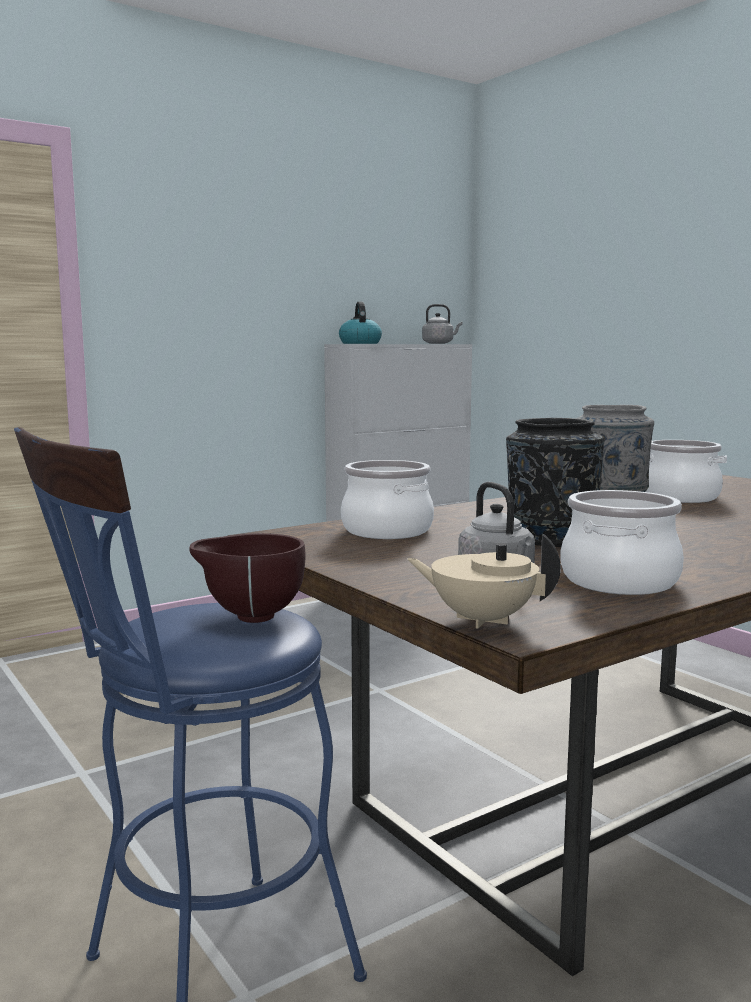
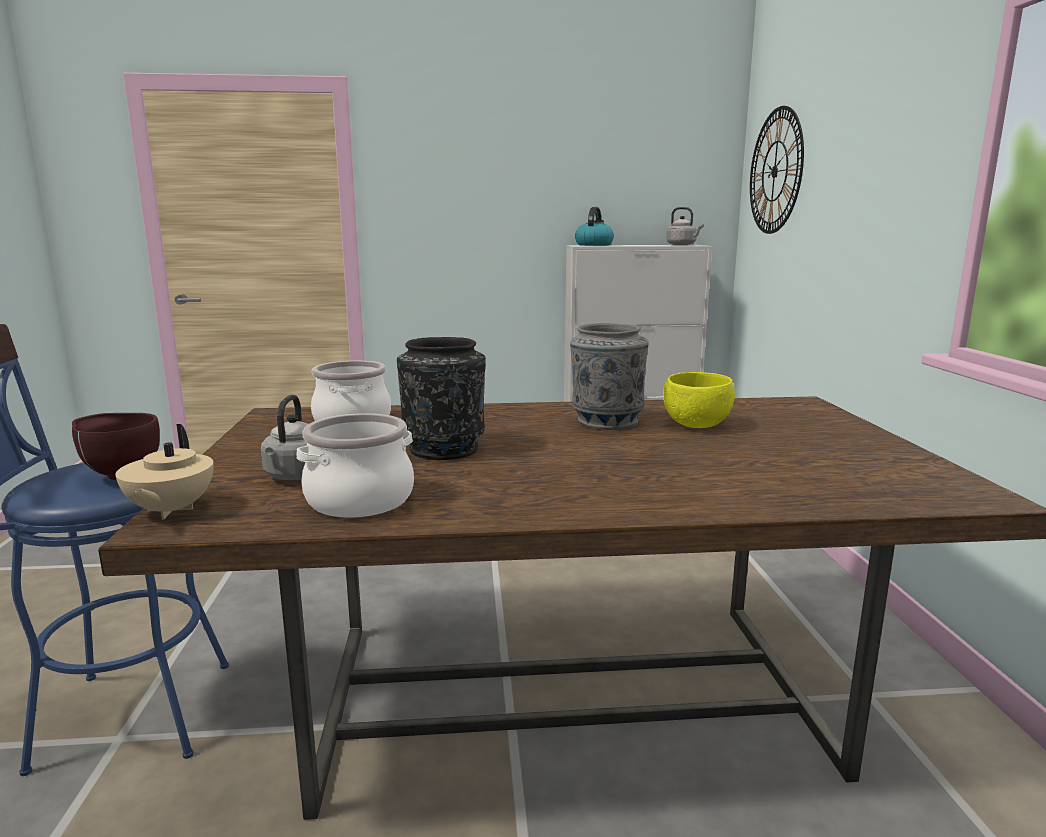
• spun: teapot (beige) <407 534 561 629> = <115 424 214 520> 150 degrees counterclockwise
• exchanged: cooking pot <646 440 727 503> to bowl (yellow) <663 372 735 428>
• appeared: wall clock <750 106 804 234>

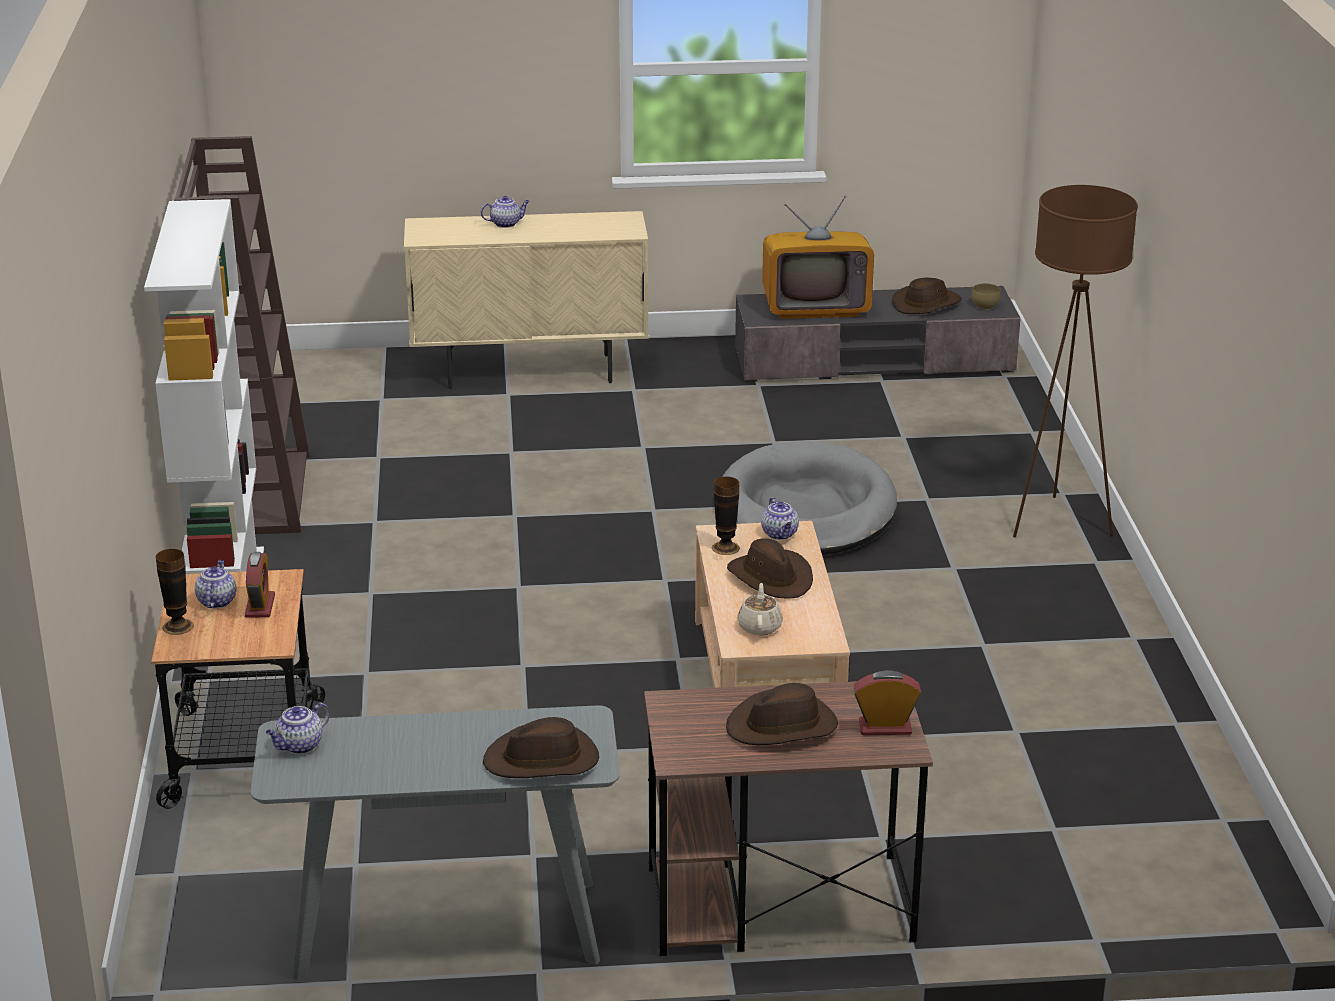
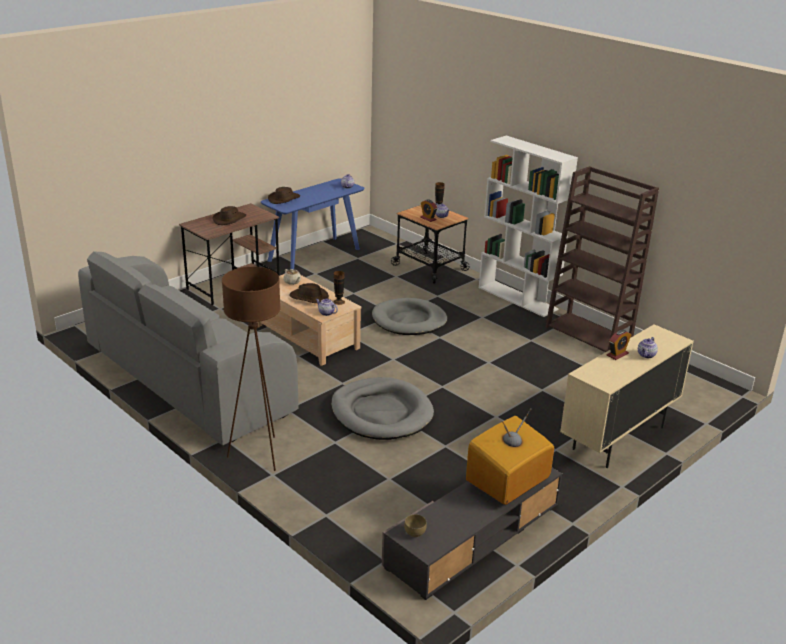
• appeared: sofa (grey) <78 251 299 445>
• colour: console table (grey) <250 705 620 981> to console table (blue) <261 178 365 269>
• appeared: dog bed (grey) <372 298 447 335>
• relocated: alarm clock <853 670 921 735> to <607 330 631 360>
• missing: hat (brown) <892 278 962 314>

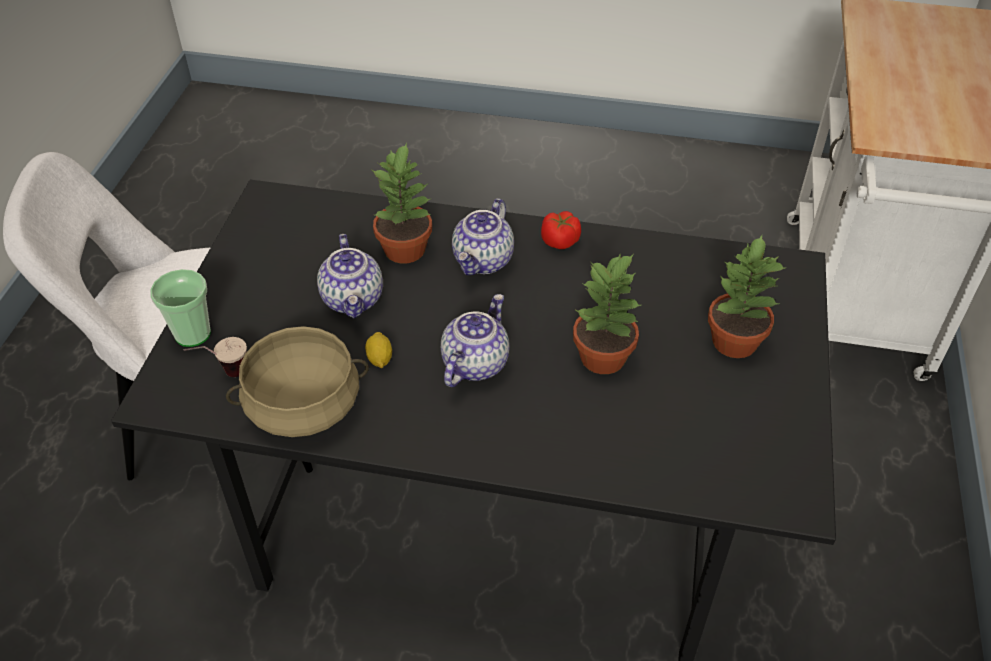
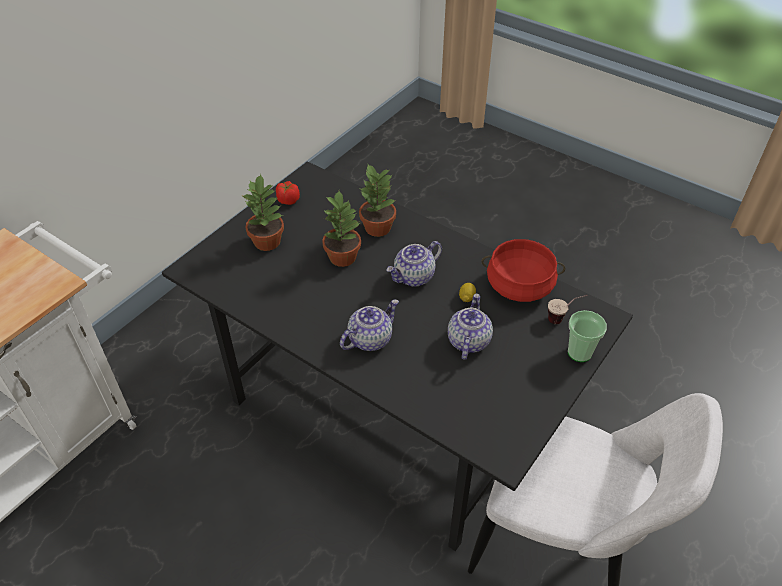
• relocated: tomato <541 211 581 249> to <276 181 300 205>
• relocated: potted plant <372 142 432 263> to <359 163 396 237>
• colour: cooking pot (beige) <226 326 369 437> to cooking pot (red) <481 239 565 302>

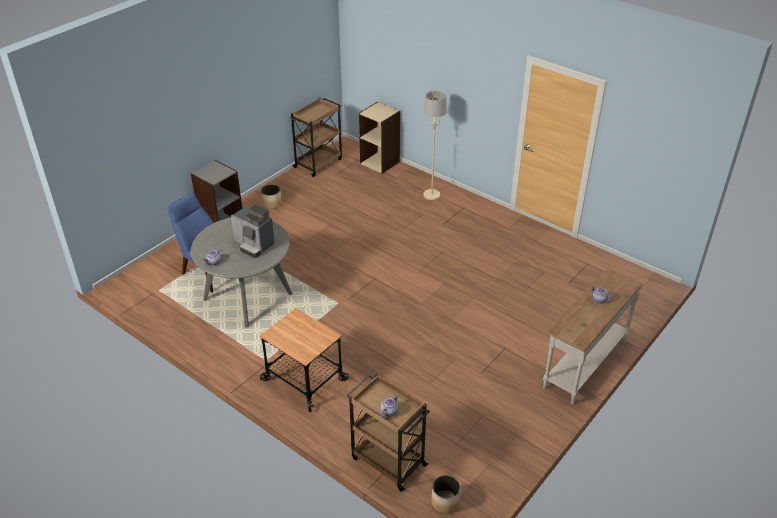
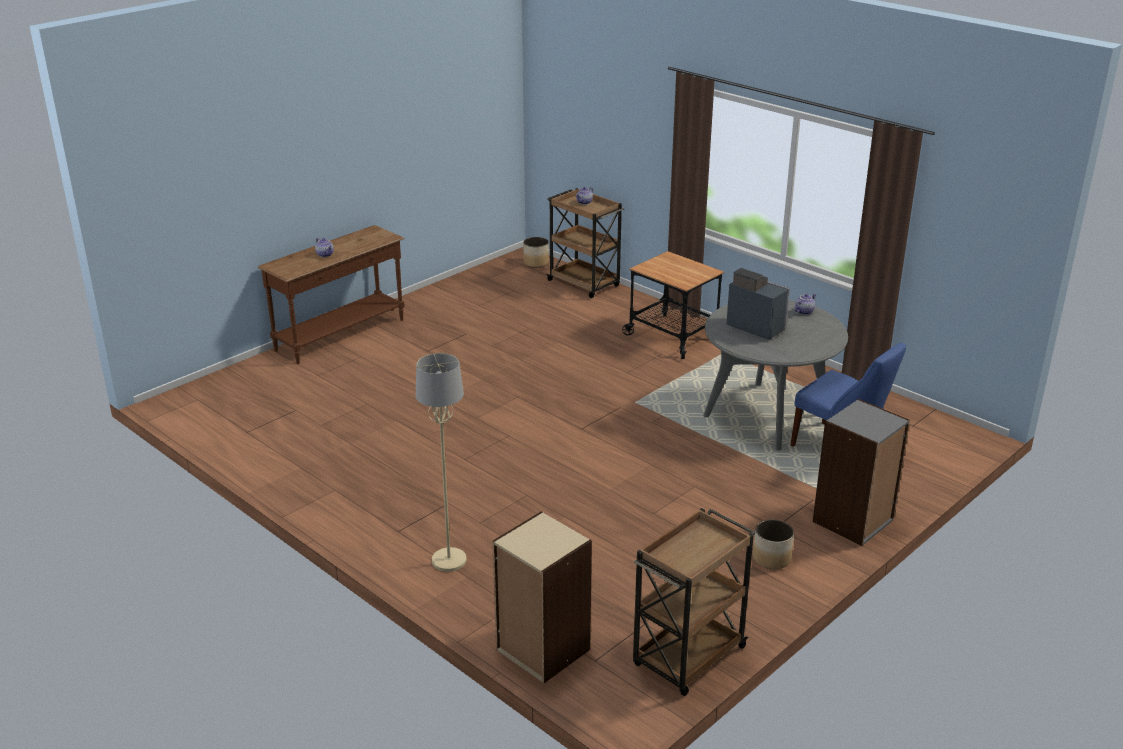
• colour: console table (white) <543 268 643 405> to console table (brown) <258 225 405 364>

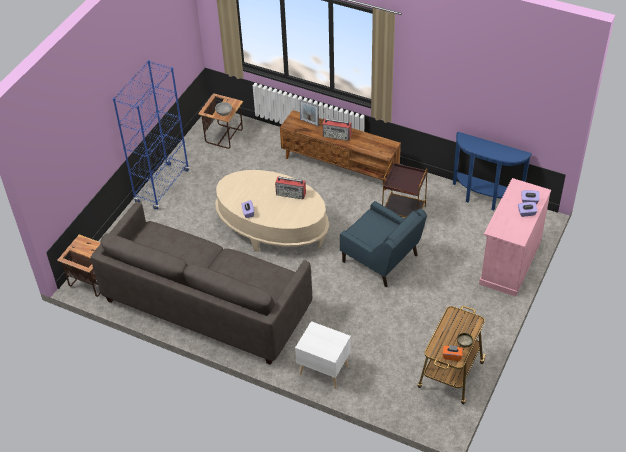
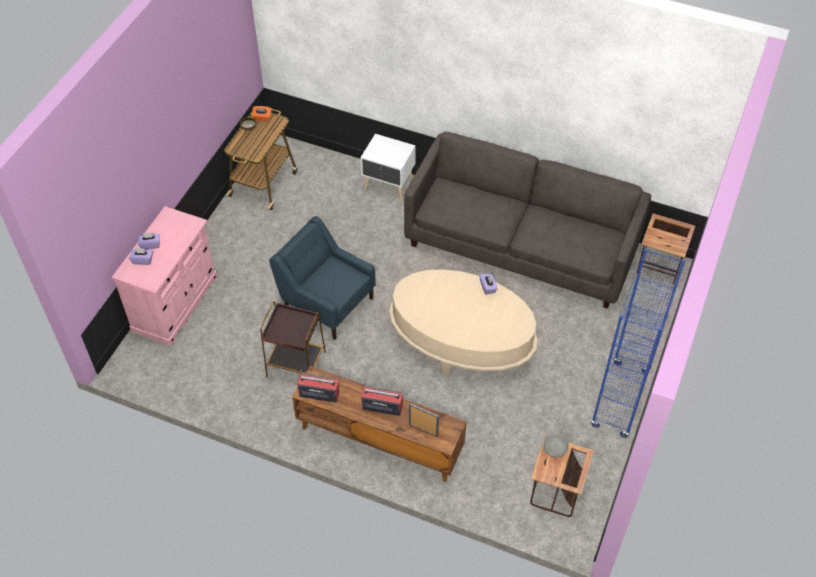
• relocated: radio <275 176 306 199> to <297 370 340 403>
• missing: console table (blue) <453 132 532 210>

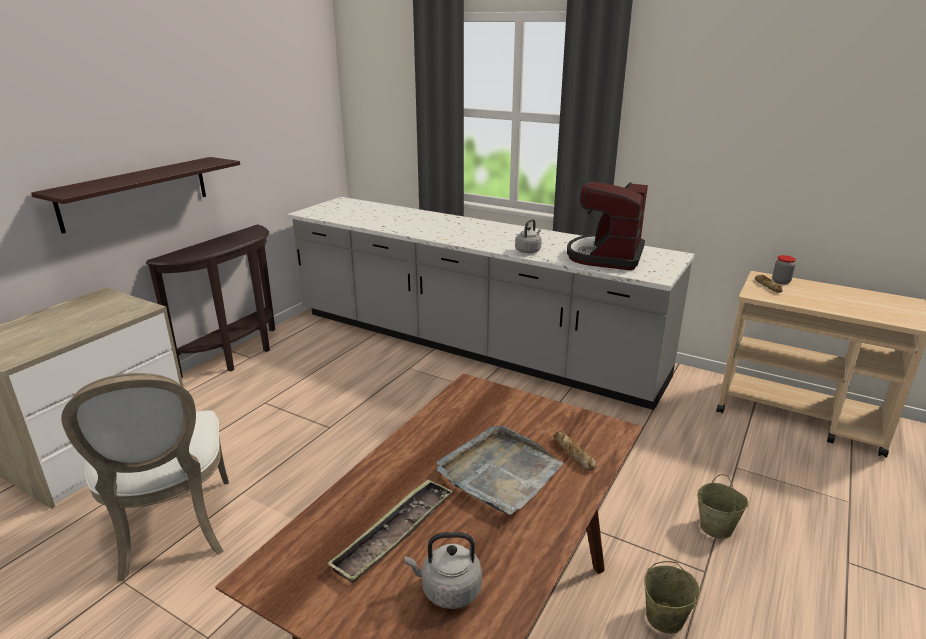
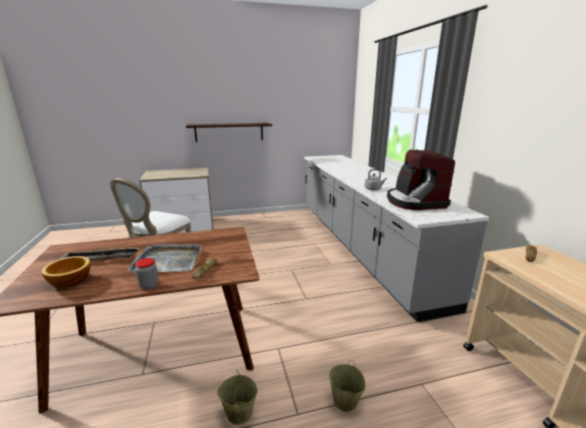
• exchanged: kettle (grey) <405 532 482 609> to bowl <41 256 91 288>
• relocated: jar <772 255 796 284> to <135 258 159 290>
• spun: coffee machine <567 182 648 270> = <387 150 455 210> 75 degrees counterclockwise
• missing: console table (brown) <146 224 275 378>

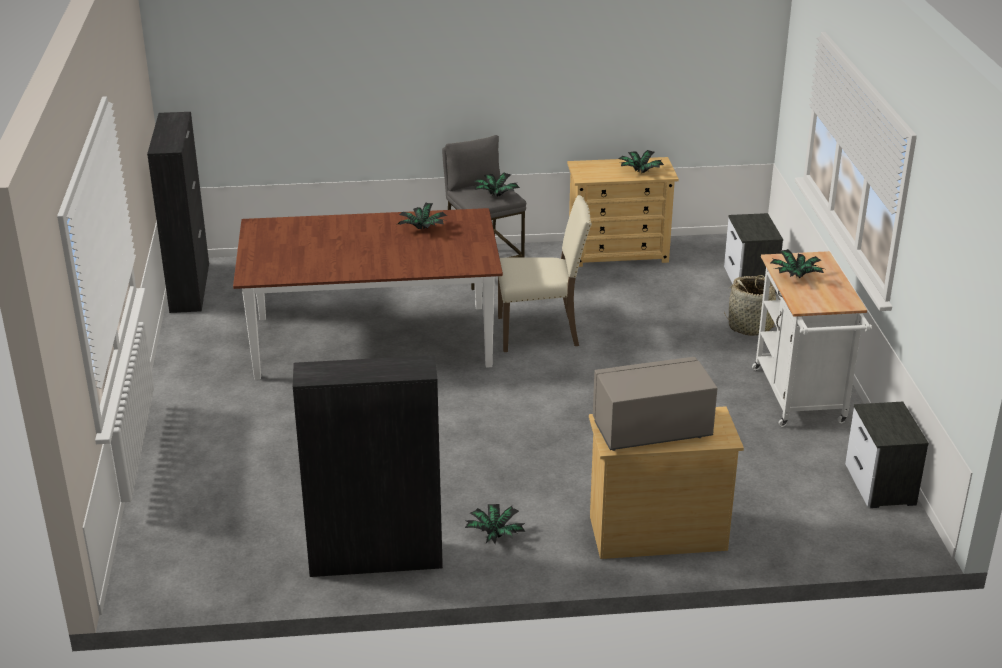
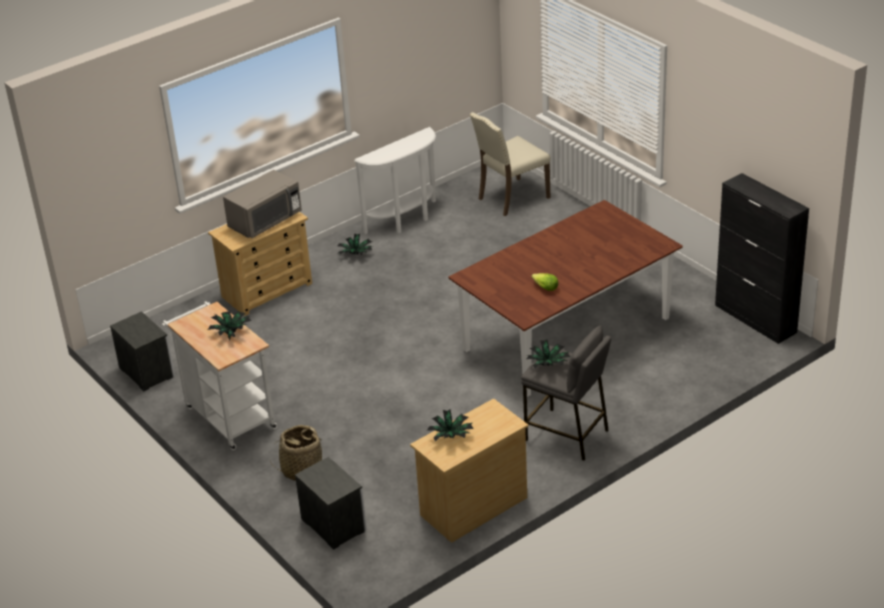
• exchanged: cabinet (black) <293 355 443 577> to console table (white) <354 127 436 234>
• relocated: chair (beige) <498 195 592 352> to <470 112 551 216>
• exchanged: potted plant <398 202 447 230> to lettuce <531 273 558 291>

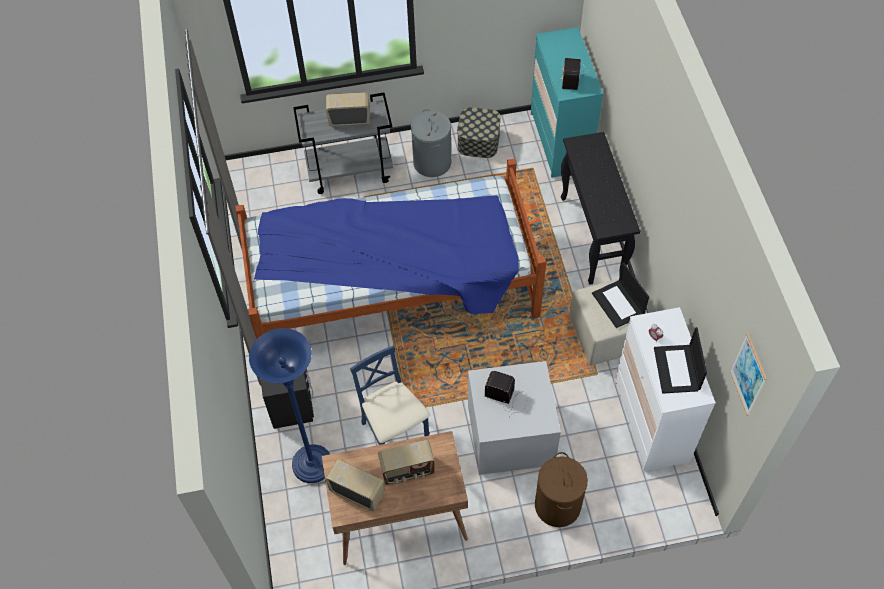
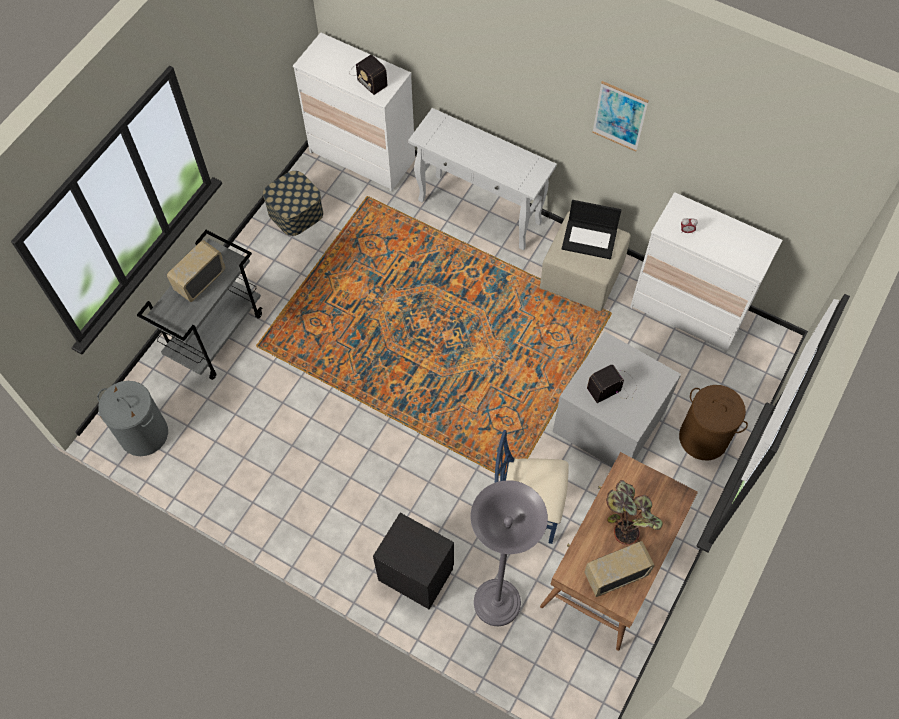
• relocated: laundry basket (grey) <411 109 451 177> to <97 381 168 456>
• colour: dresser (turquoise) <531 27 603 178> to dresser (white) <293 32 415 191>
• colour: console table (black) <561 132 640 285> to console table (white) <408 108 557 250>
• colour: floor lamp (blue) <249 328 330 483> to floor lamp (grey) <471 480 548 626>
• relocated: picture <730 333 767 416> to <592 81 649 152>
• exchanged: radio <378 440 435 485> to potted plant <606 480 663 545>
• missing: bed <235 158 546 339>
• missing: laptop <654 327 707 394>

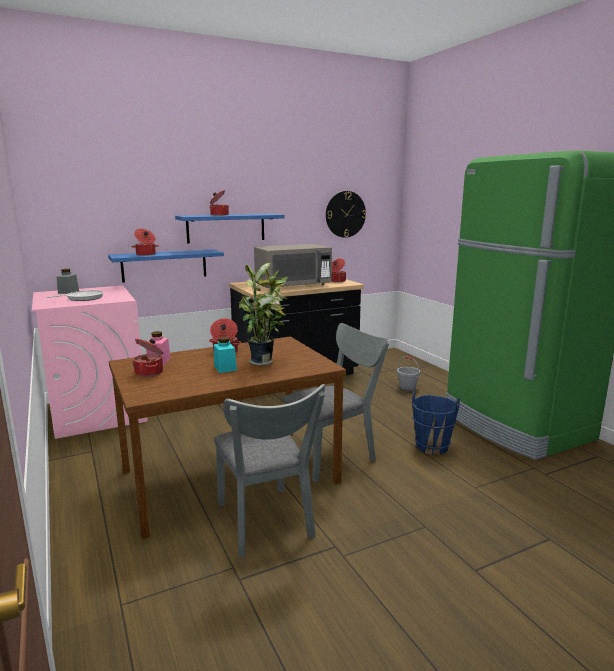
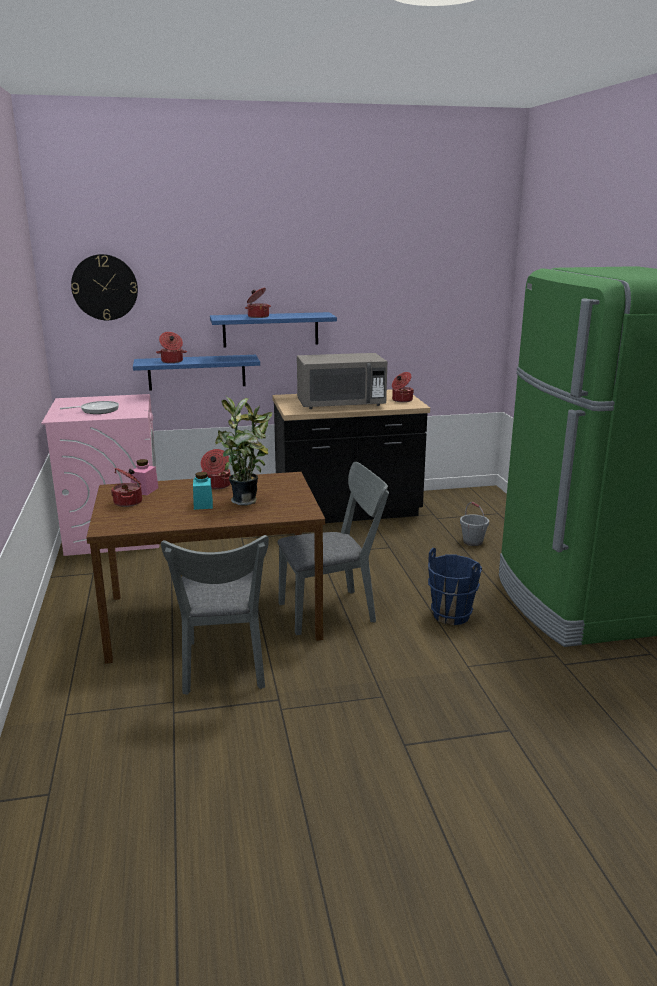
• relocated: wall clock <326 191 366 238> to <71 254 138 320>
• missing: jar (grey) <57 269 79 294>

